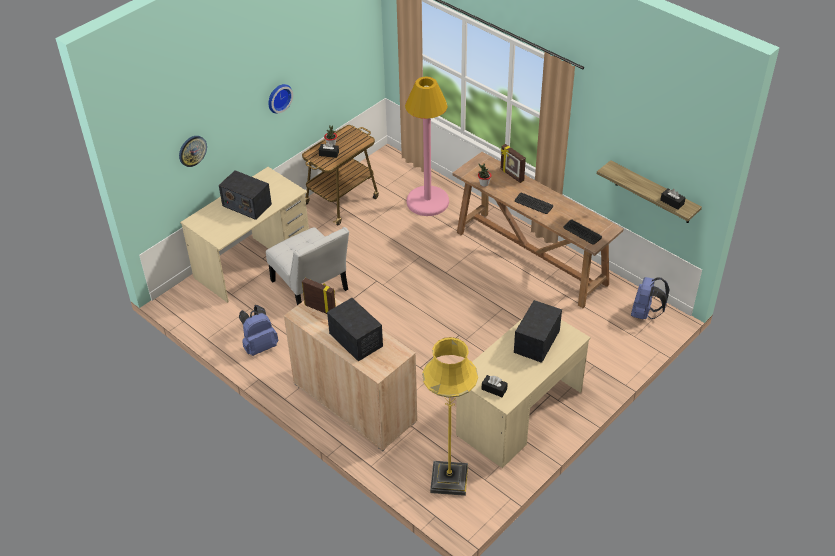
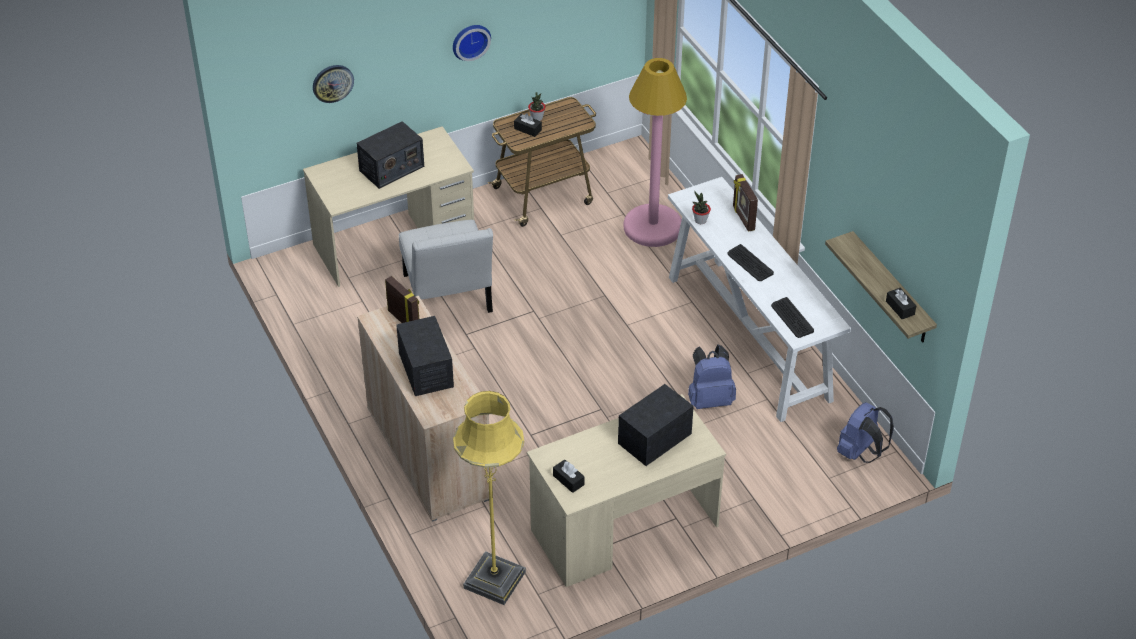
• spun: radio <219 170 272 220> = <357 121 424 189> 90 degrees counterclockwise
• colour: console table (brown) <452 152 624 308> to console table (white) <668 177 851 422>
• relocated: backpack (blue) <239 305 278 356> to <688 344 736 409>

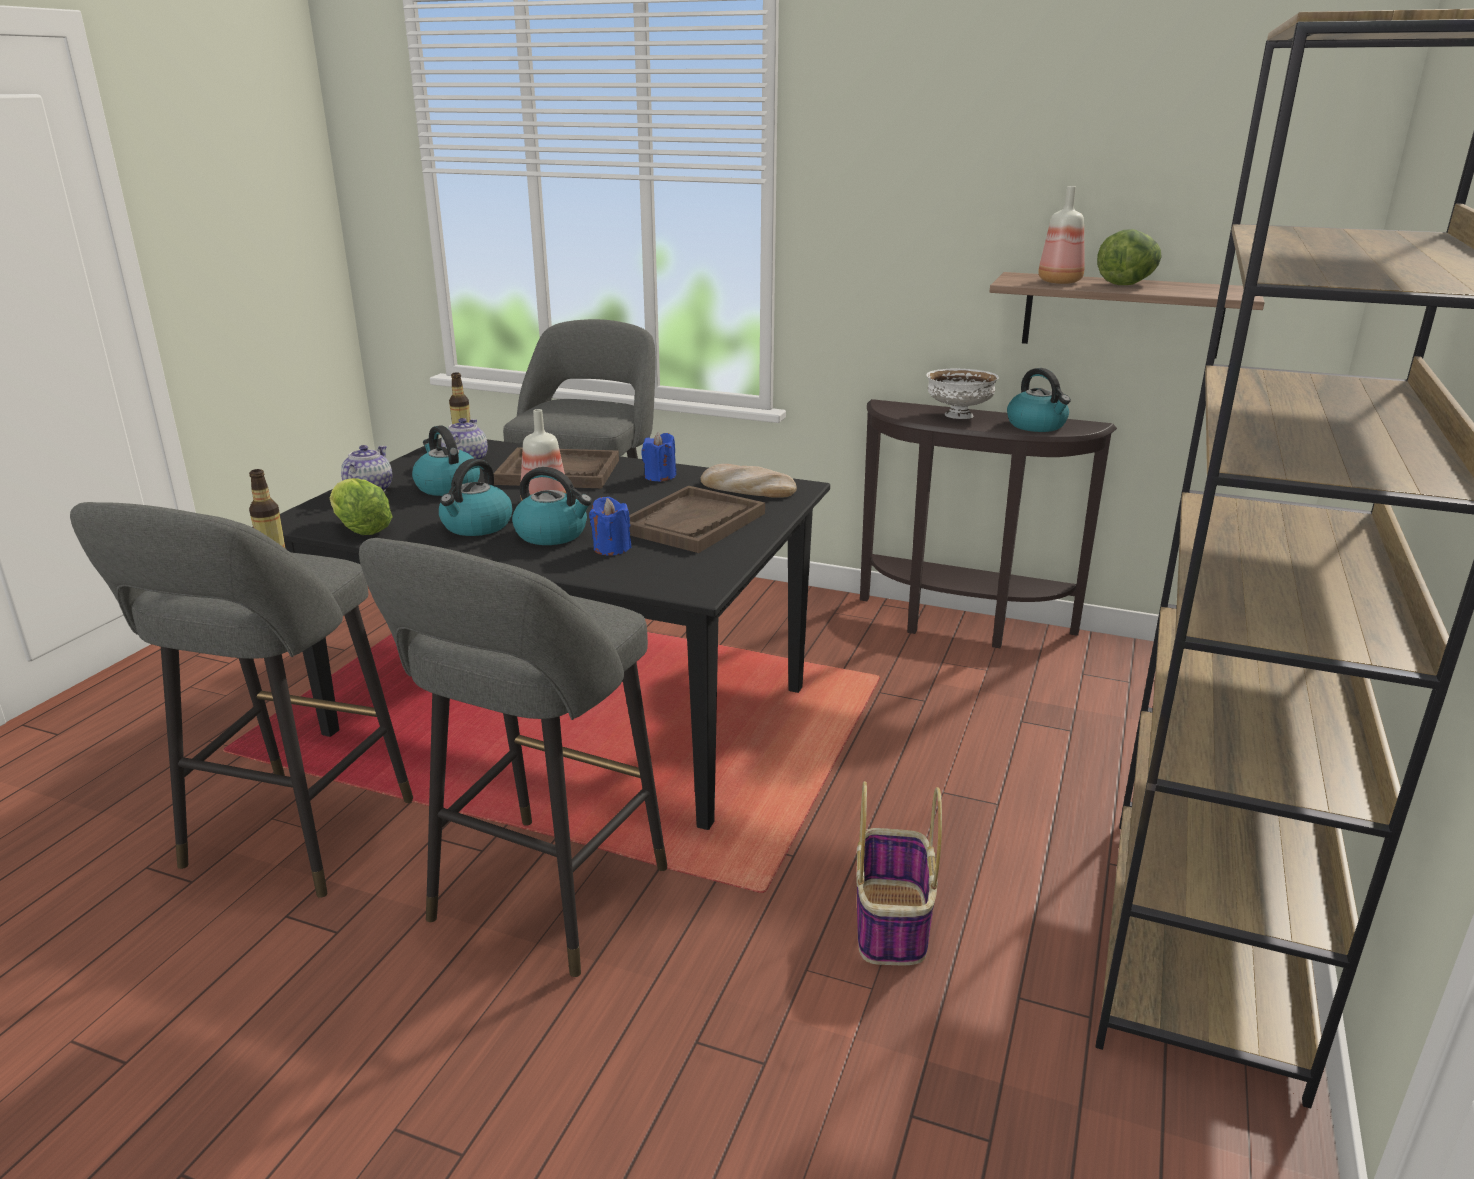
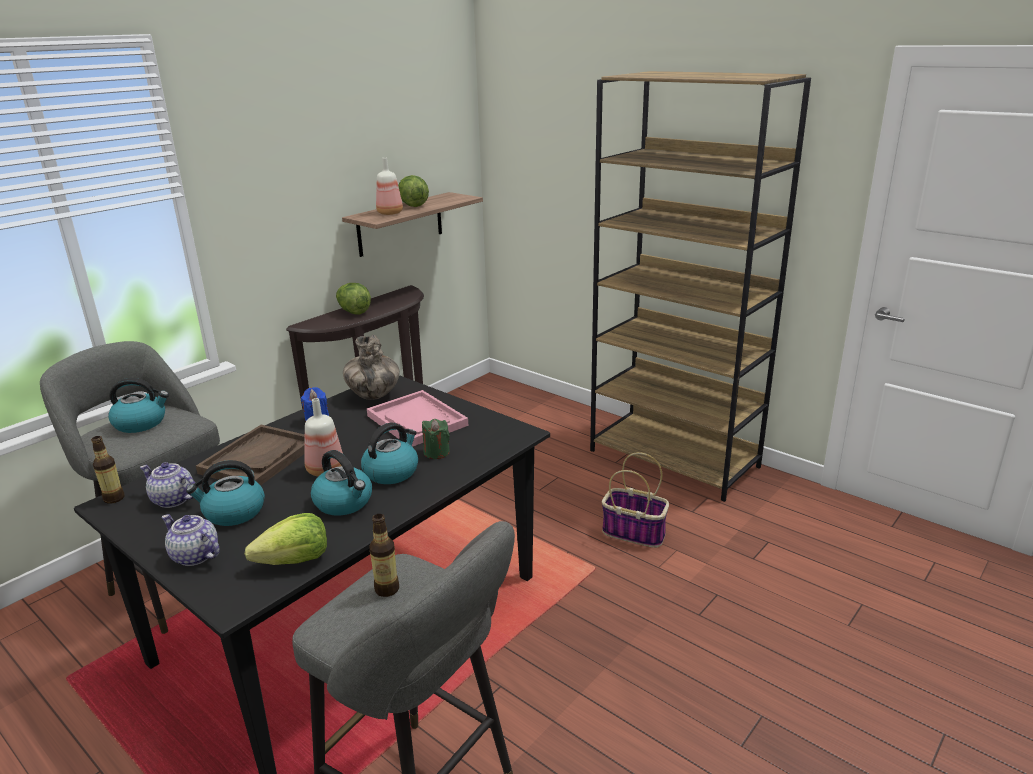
• relocated: kettle <1007 368 1071 432> to <108 378 169 433>
• exchanged: bowl (white) <926 369 999 419> to lettuce <336 283 371 315>
• exchanged: bread <701 464 797 498> to vase <343 335 400 400>
• colour: tray (brown) <629 486 765 553> to tray (pink) <367 390 469 447>
• colour: candle (blue) <589 497 631 556> to candle (green) <422 419 450 459>
• missing: stool (grey) <359 538 667 977>

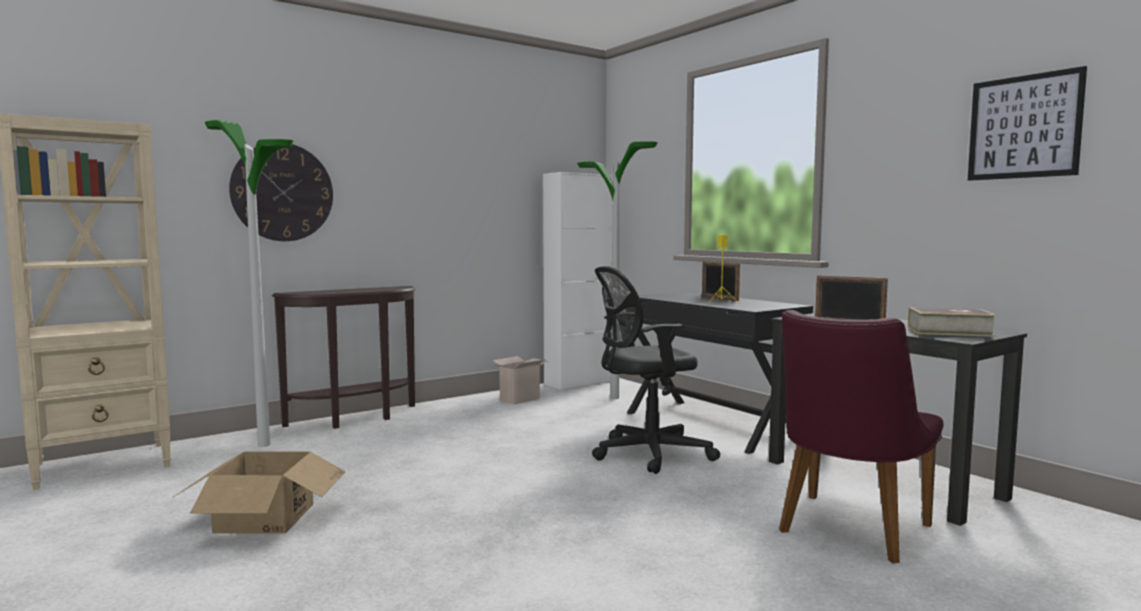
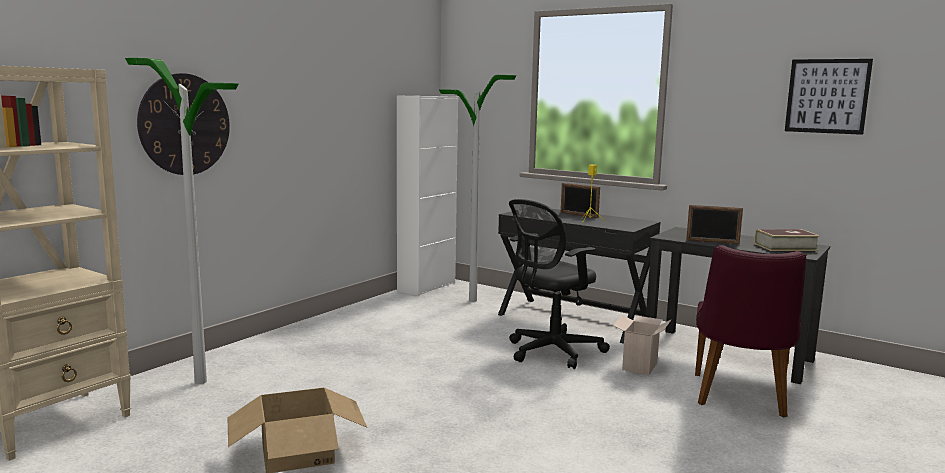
• relocated: cardboard box <492 356 548 404> to <613 315 671 375>
• missing: console table (brown) <272 286 415 429>

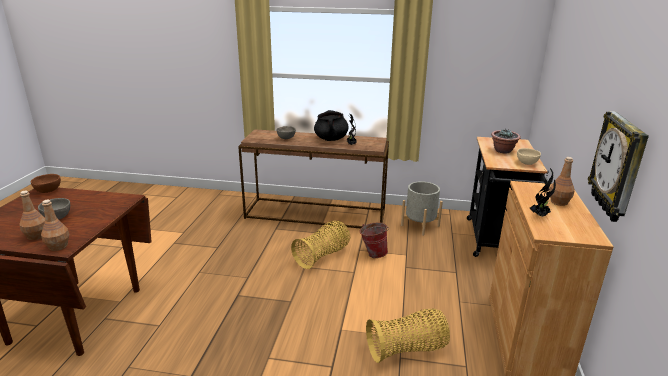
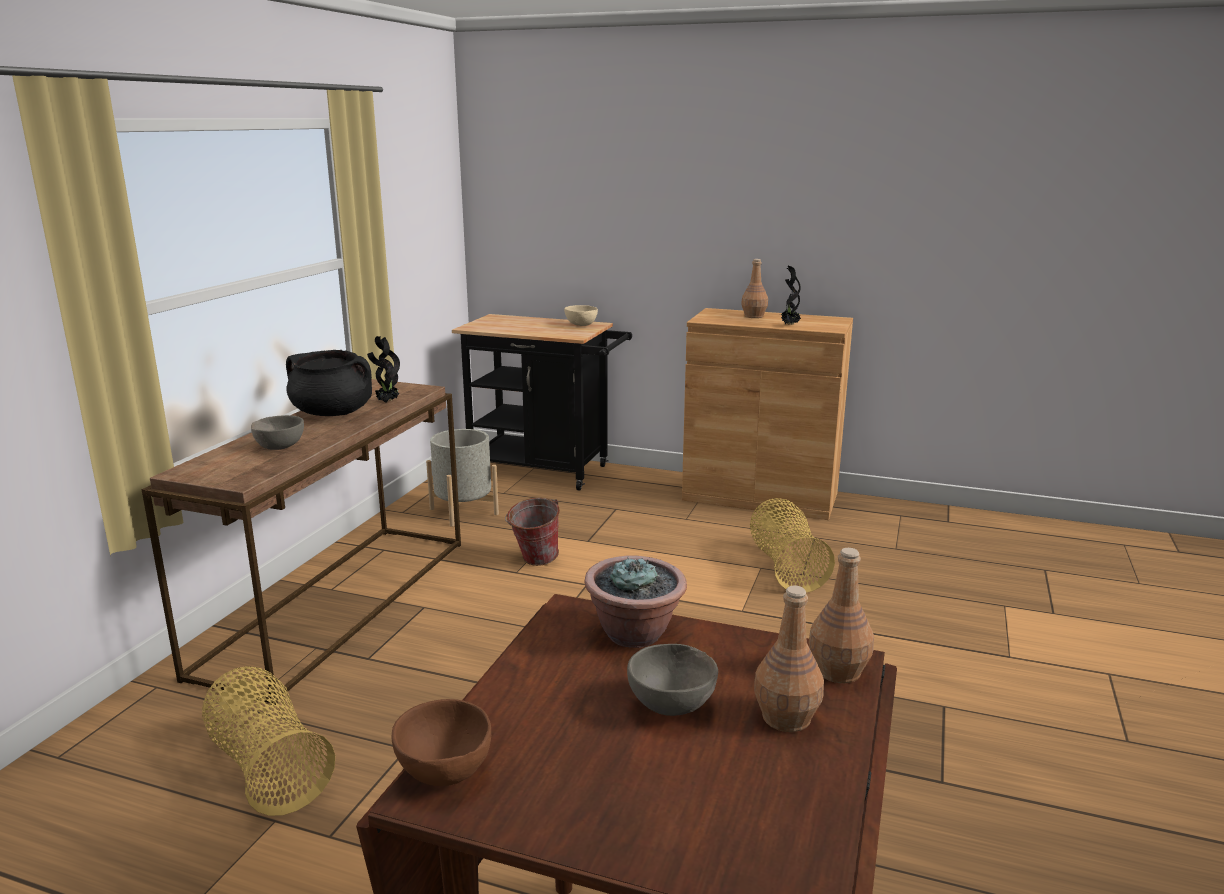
• relocated: basket <291 221 350 269> to <202 666 335 816>
• relocated: potted plant <491 129 521 154> to <584 556 687 648>
• missing: wall clock <588 111 649 222>

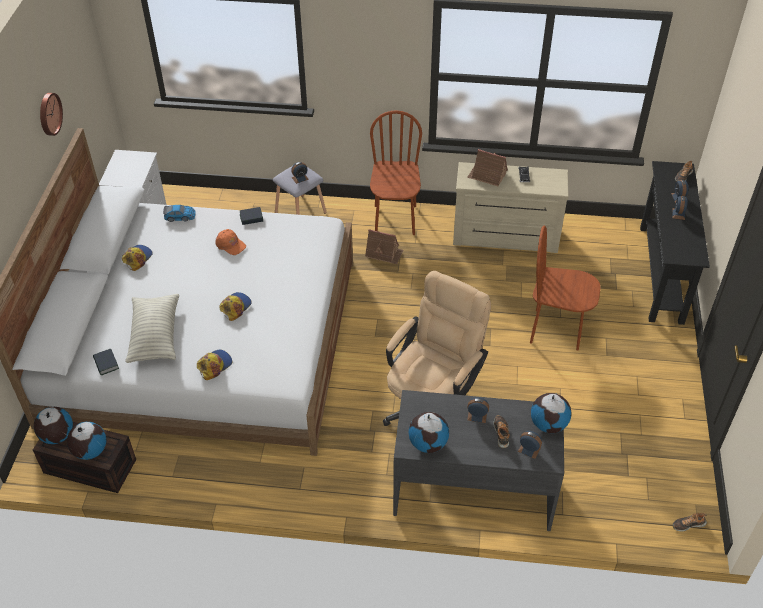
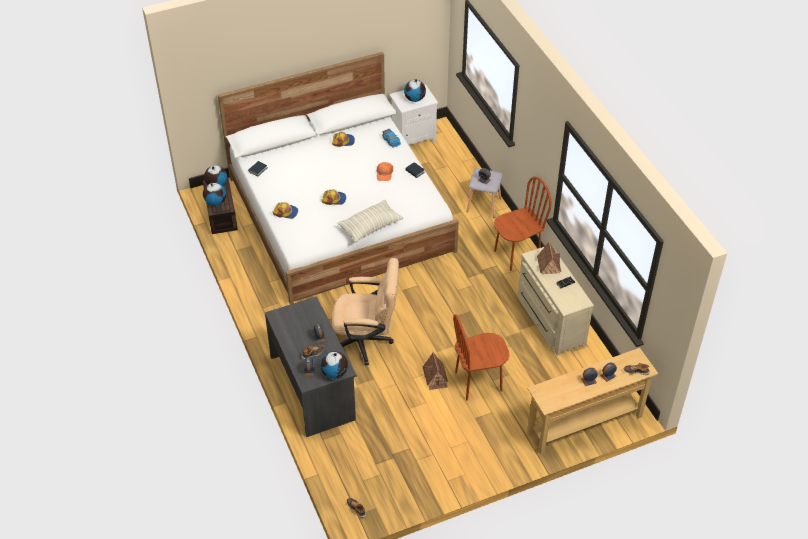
• relocated: pillow <125 294 179 363> to <338 200 403 243>
• relocated: globe <409 412 449 453> to <404 79 426 102>
• relocated: toy house <365 229 403 264> to <423 352 448 390>
• spun: chair (brown) <530 226 601 351> = <453 314 510 401> 90 degrees counterclockwise
• colour: console table (black) <640 161 710 325> to console table (beige) <527 348 659 455>
• missing: wall clock <40 93 63 136>

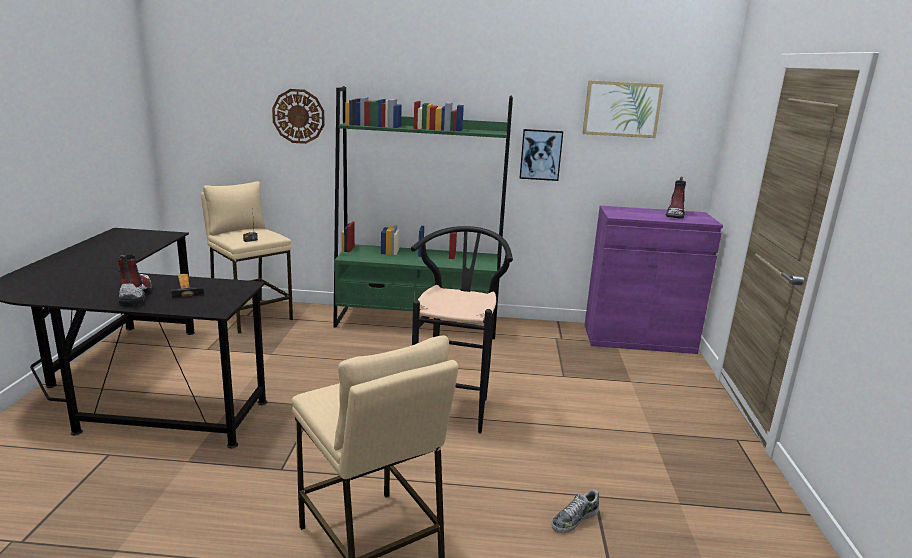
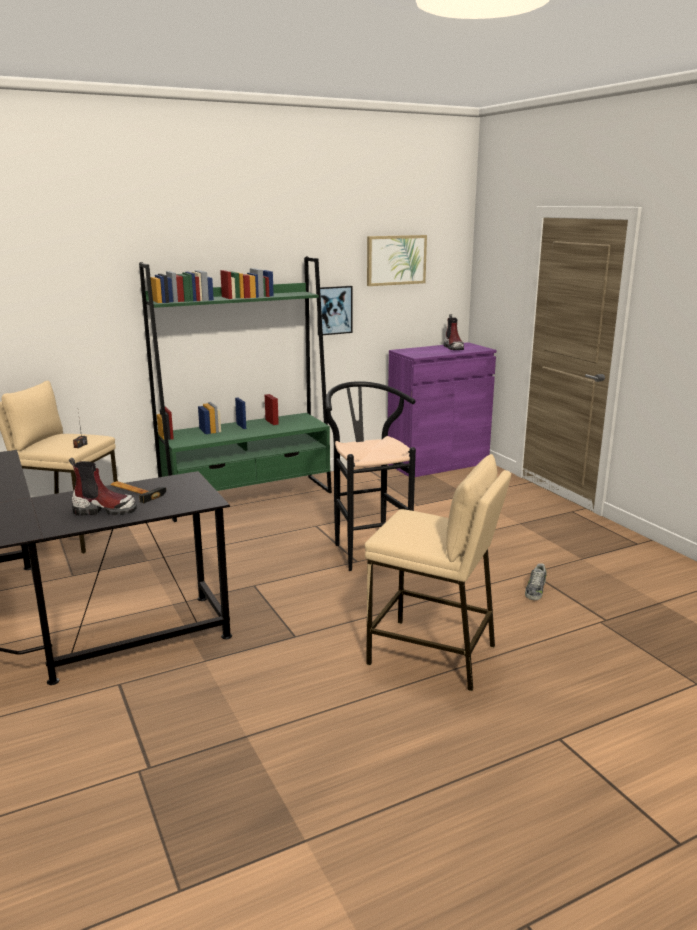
• spun: boot <118 255 153 307> = <69 458 137 515> 135 degrees clockwise
• missing: wall clock <272 89 325 144>

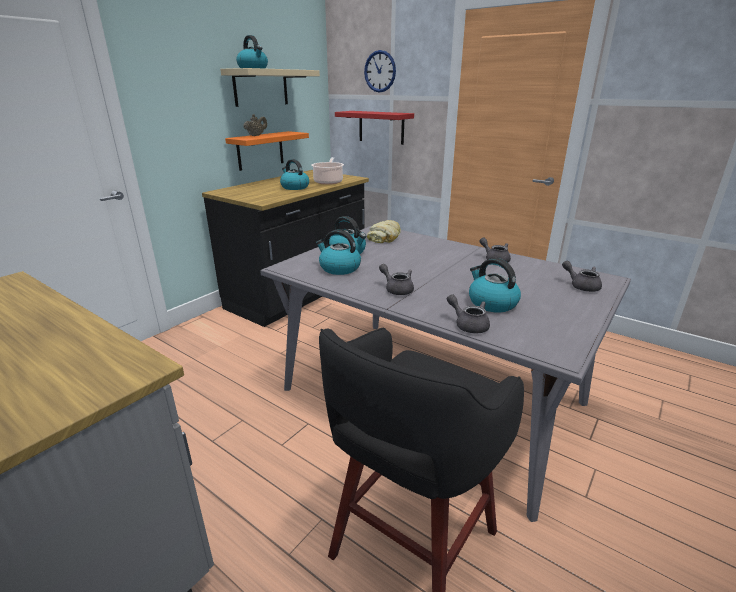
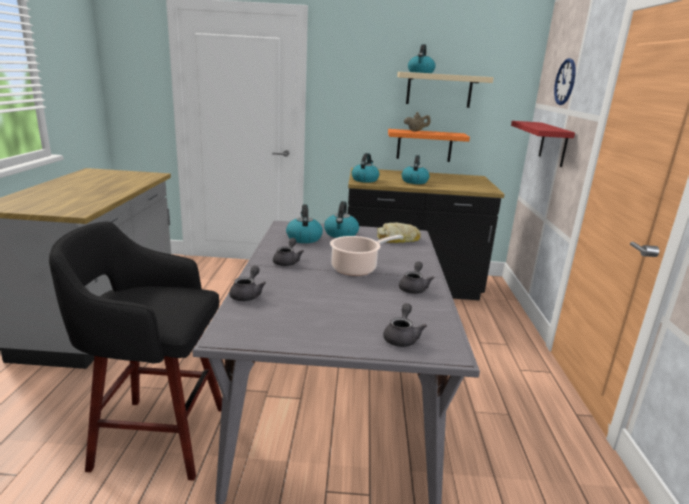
• relocated: cooking pot <311 157 344 185> to <330 235 403 276>
• relocated: kettle <469 258 521 312> to <351 153 379 183>

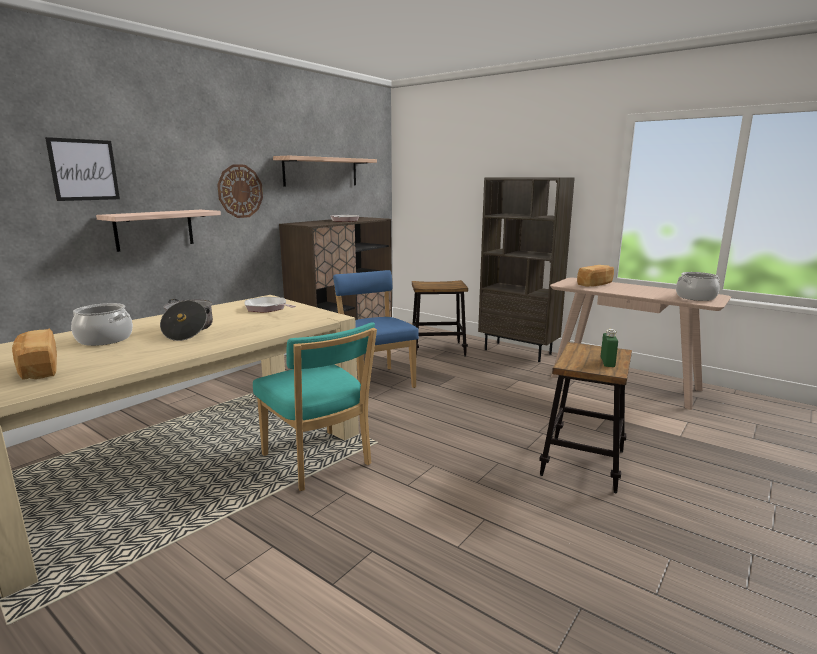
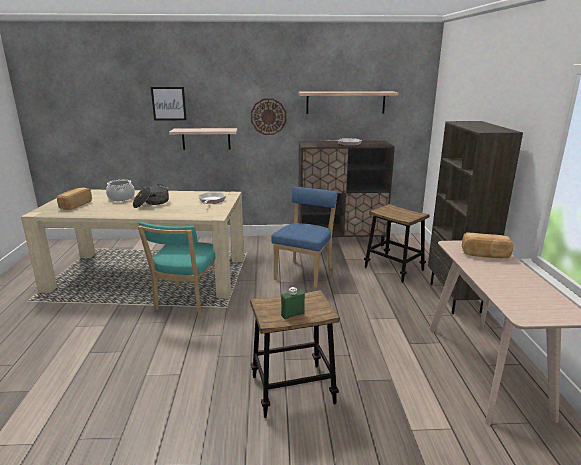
• missing: cooking pot <676 272 720 301>

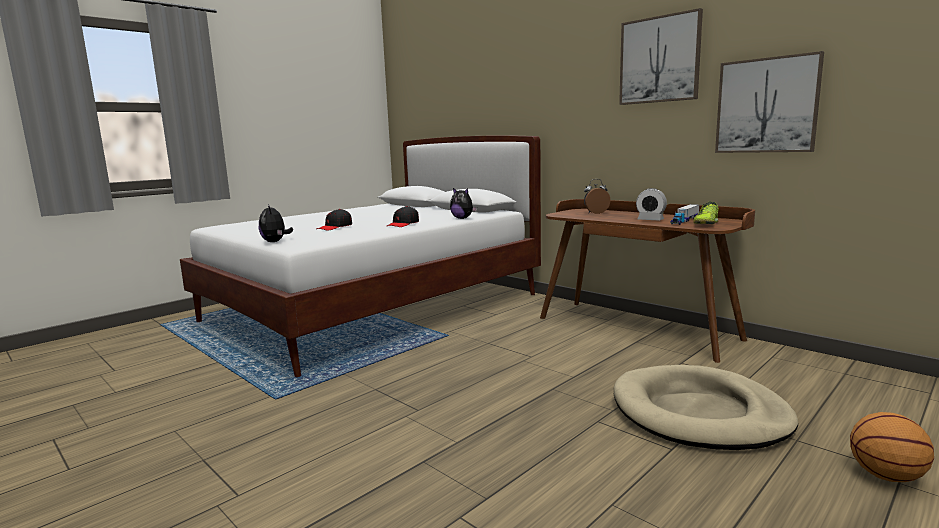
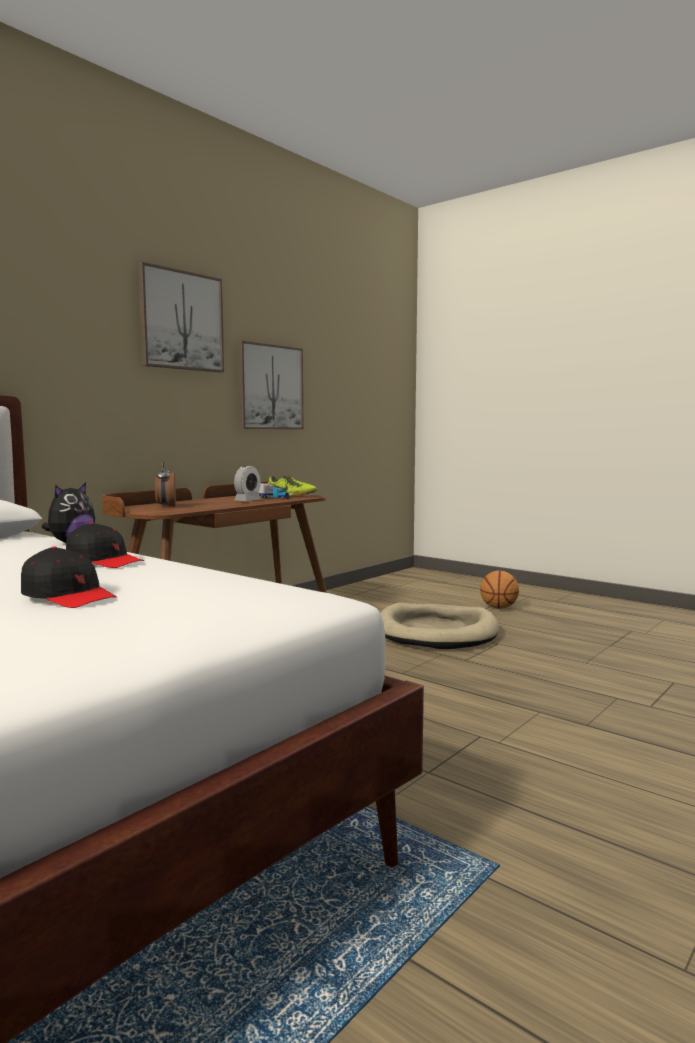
• missing: plush toy <259 204 293 242>

